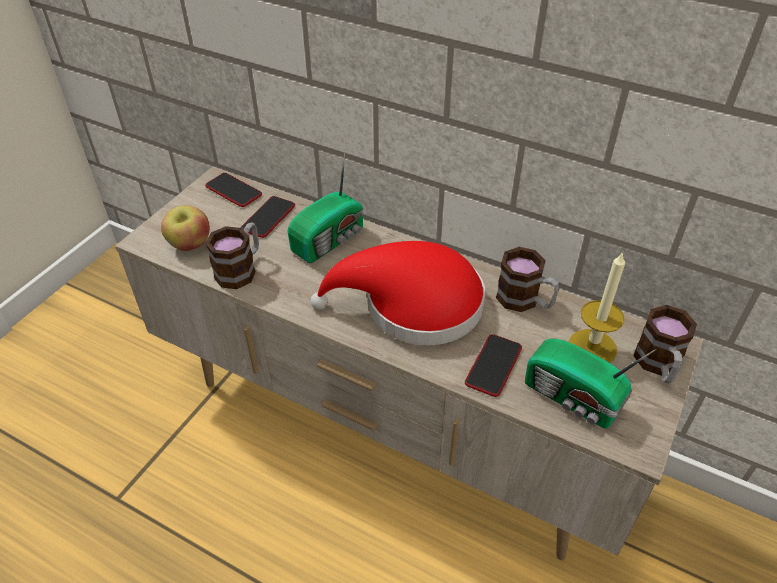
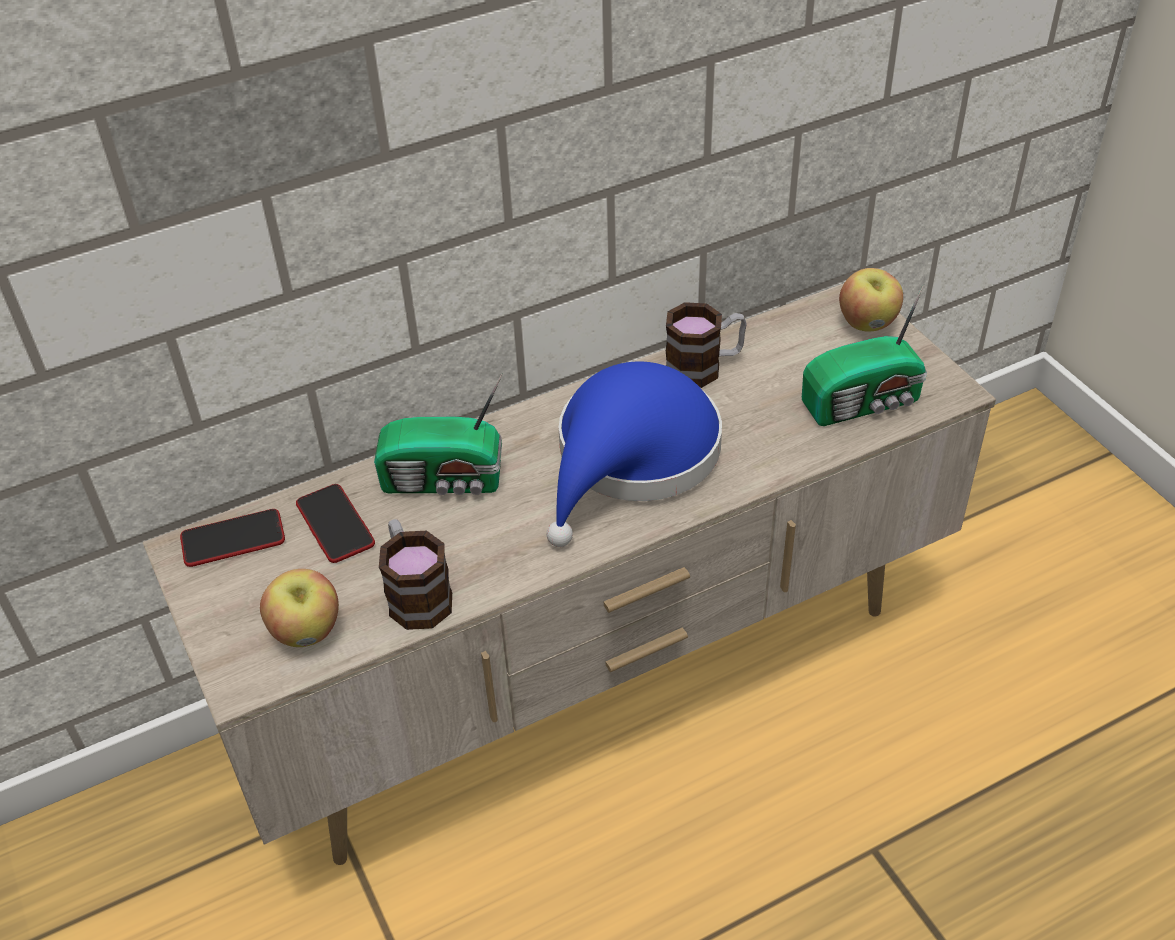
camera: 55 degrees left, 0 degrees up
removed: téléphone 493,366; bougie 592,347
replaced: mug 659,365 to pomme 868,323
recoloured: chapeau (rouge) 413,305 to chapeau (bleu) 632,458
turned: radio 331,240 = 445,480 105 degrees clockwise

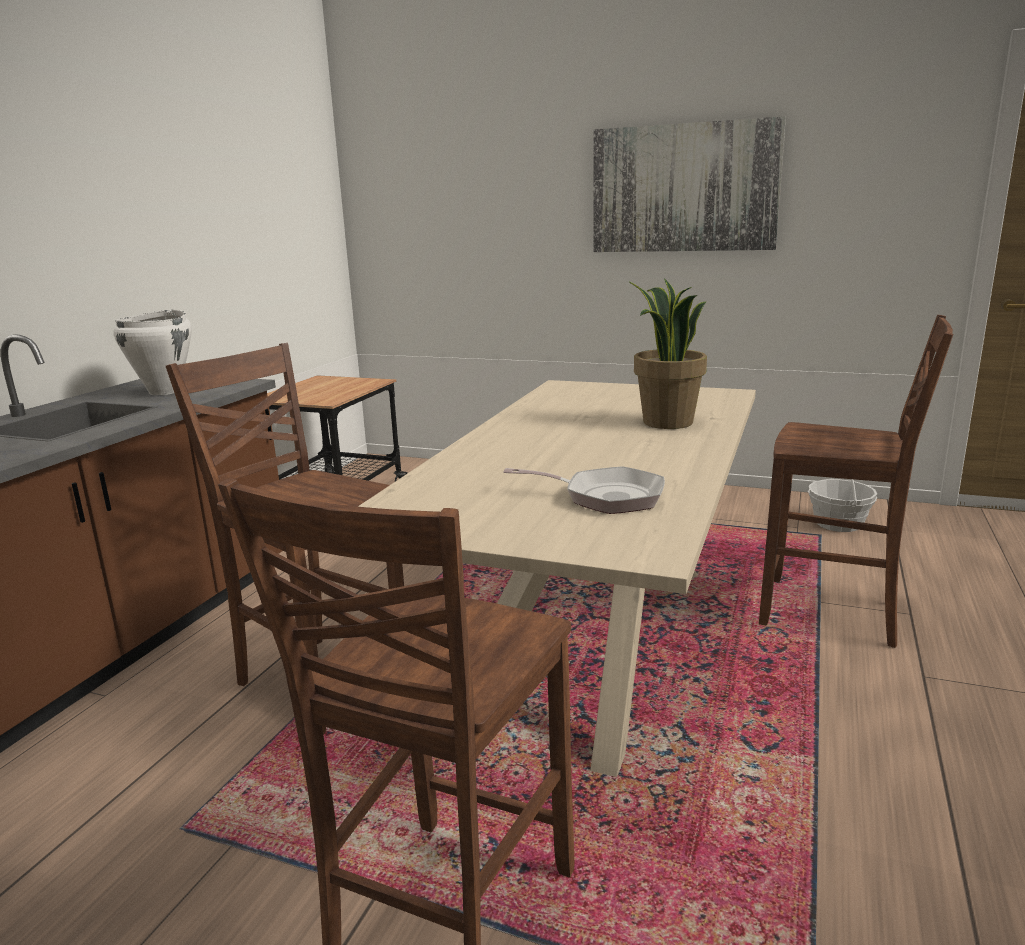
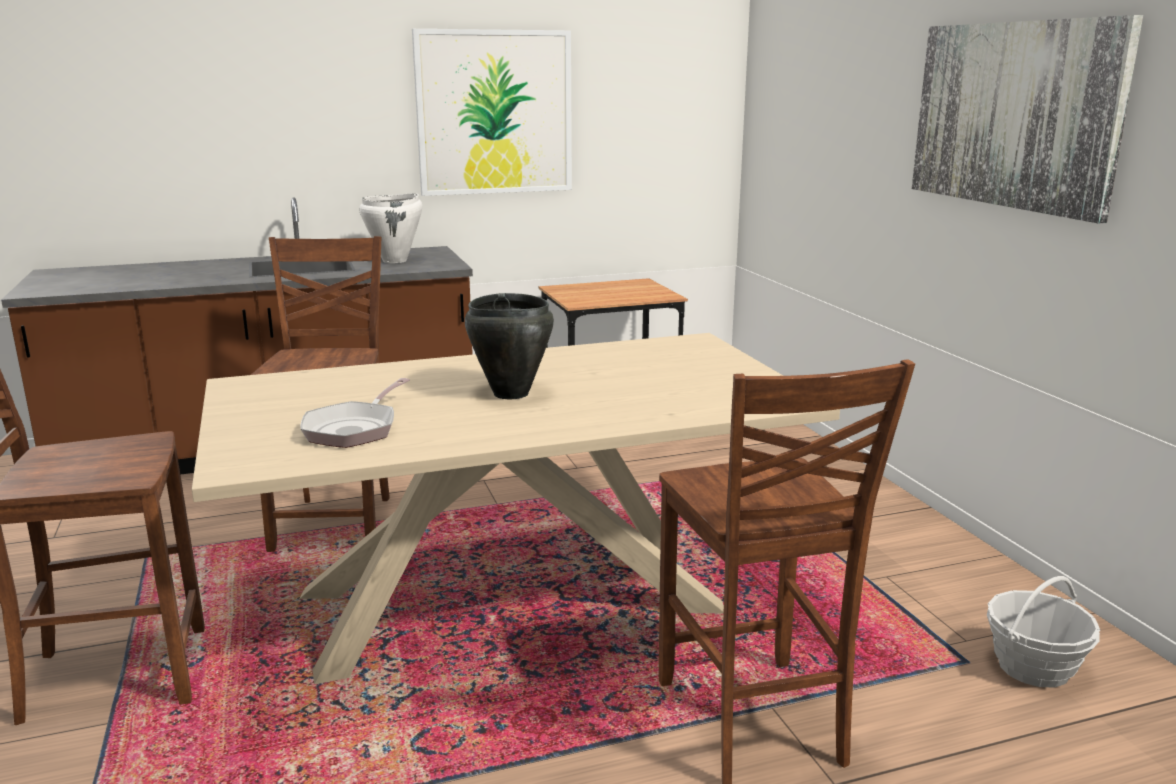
camera: 50 degrees right, 0 degrees up
removed: plante en pot 666,422
added: tableau 494,113; marmite (noir) 510,394
turned: poêle 605,497 = 355,429 45 degrees clockwise

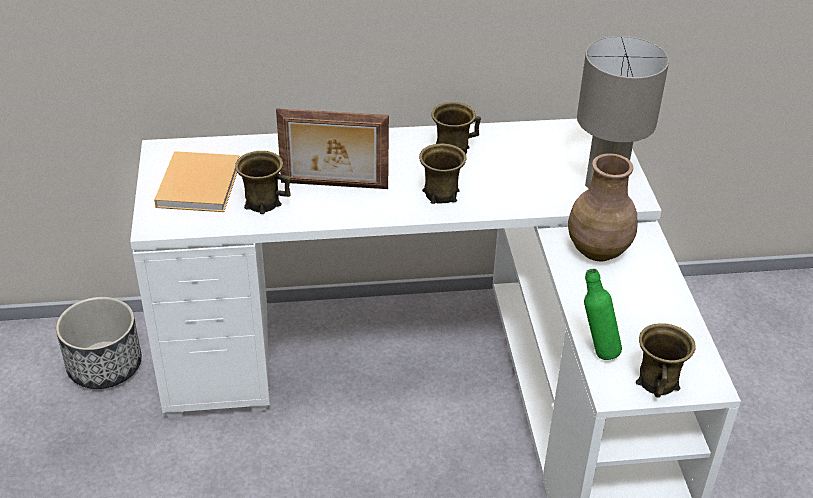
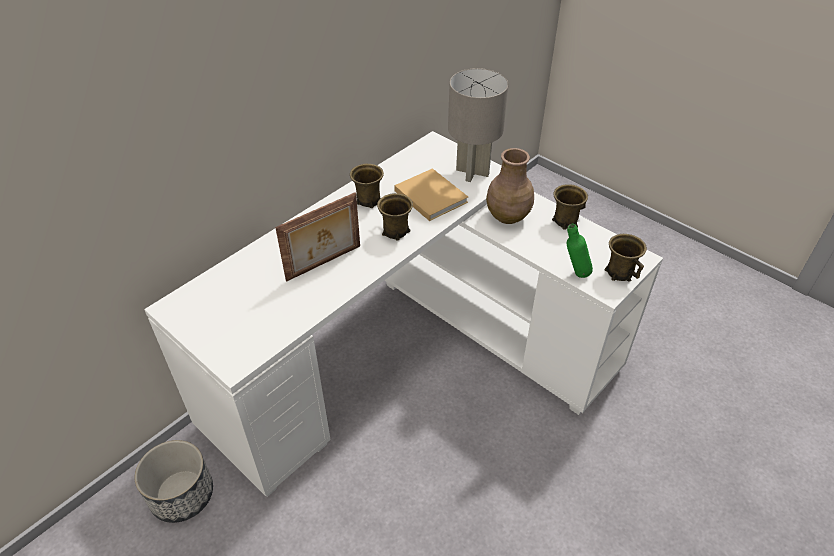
camera: 40 degrees left, 5 degrees up
moved: livre (beige) 199,183 to 429,195; mug (marron) 262,202 to 565,221

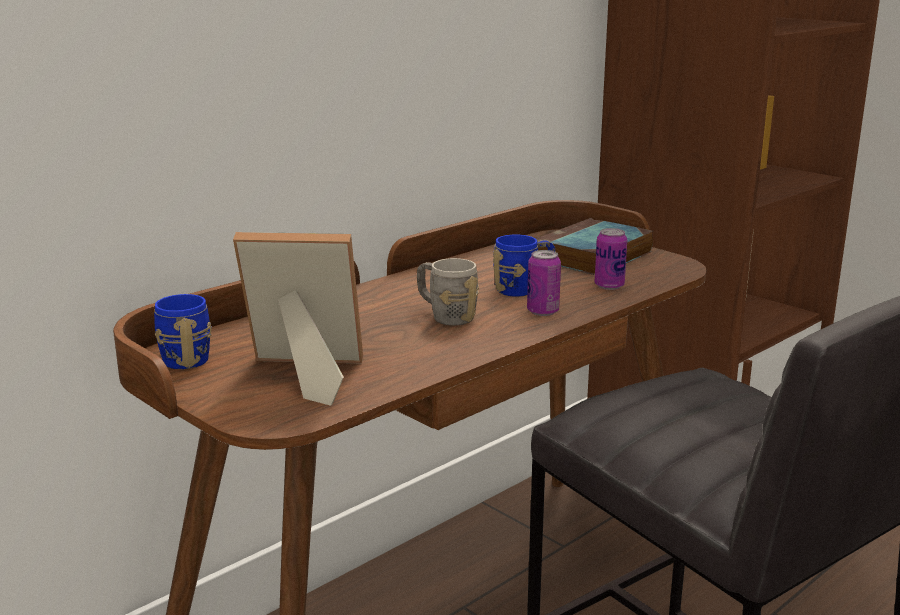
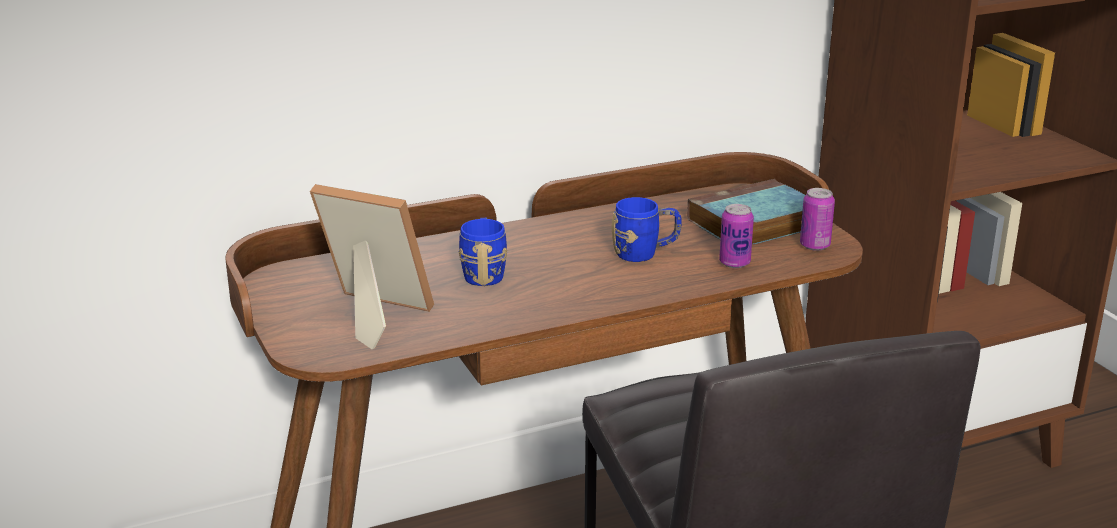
camera: 20 degrees right, 5 degrees up
removed: mug (gris) 446,316
moved: mug (bleu) 184,356 to 484,273; boîte métallique 542,311 to 815,245

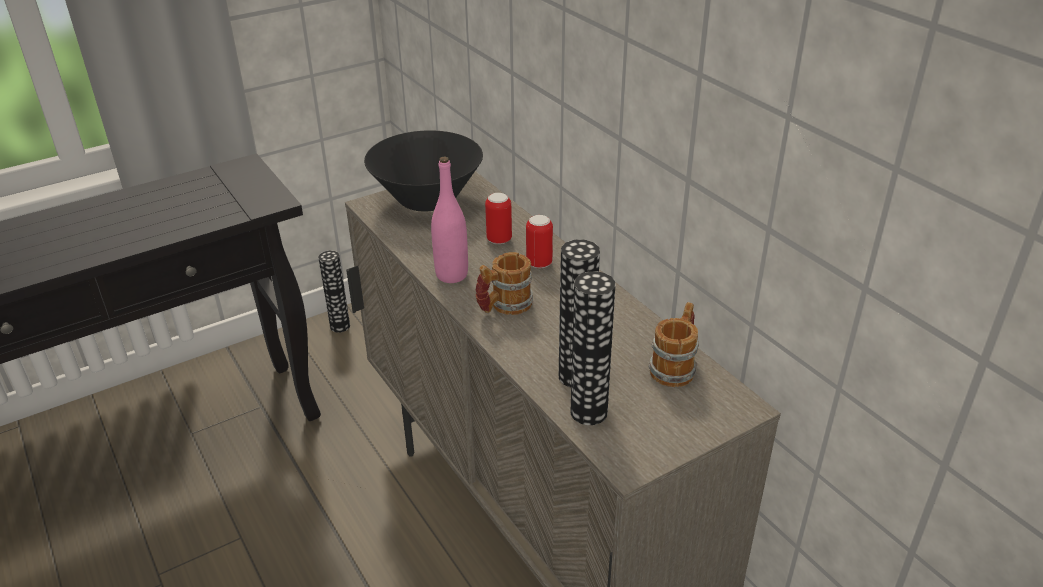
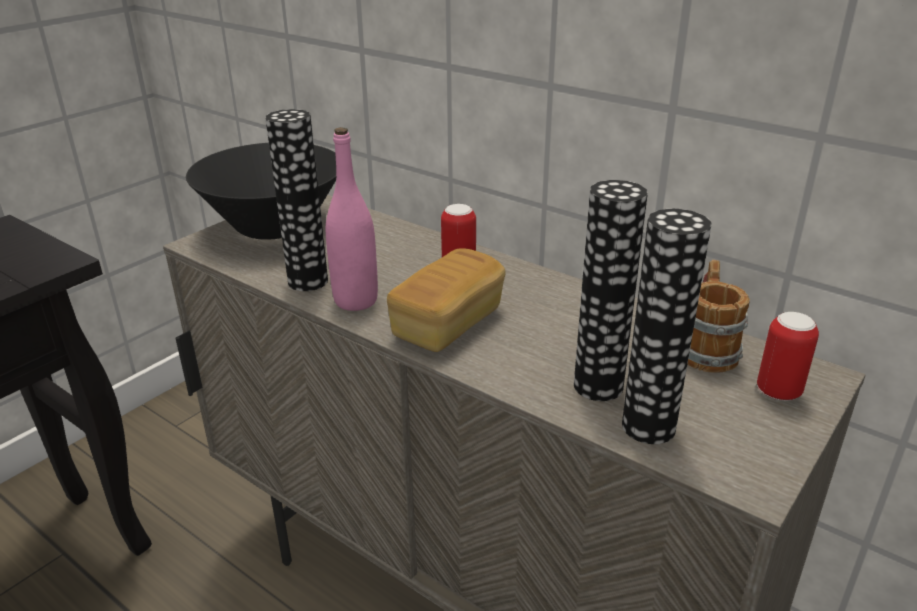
camera: 20 degrees left, 5 degrees down
moved: vase 340,326 to 308,281; boîte métallique 499,240 to 778,392
replaced: mug 504,306 to pain 448,323

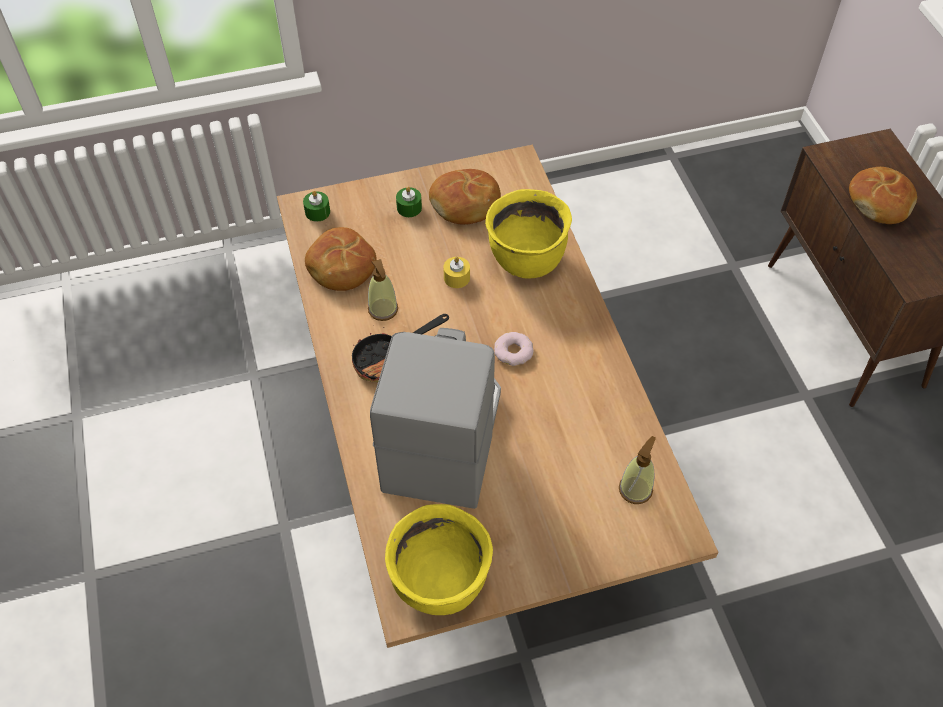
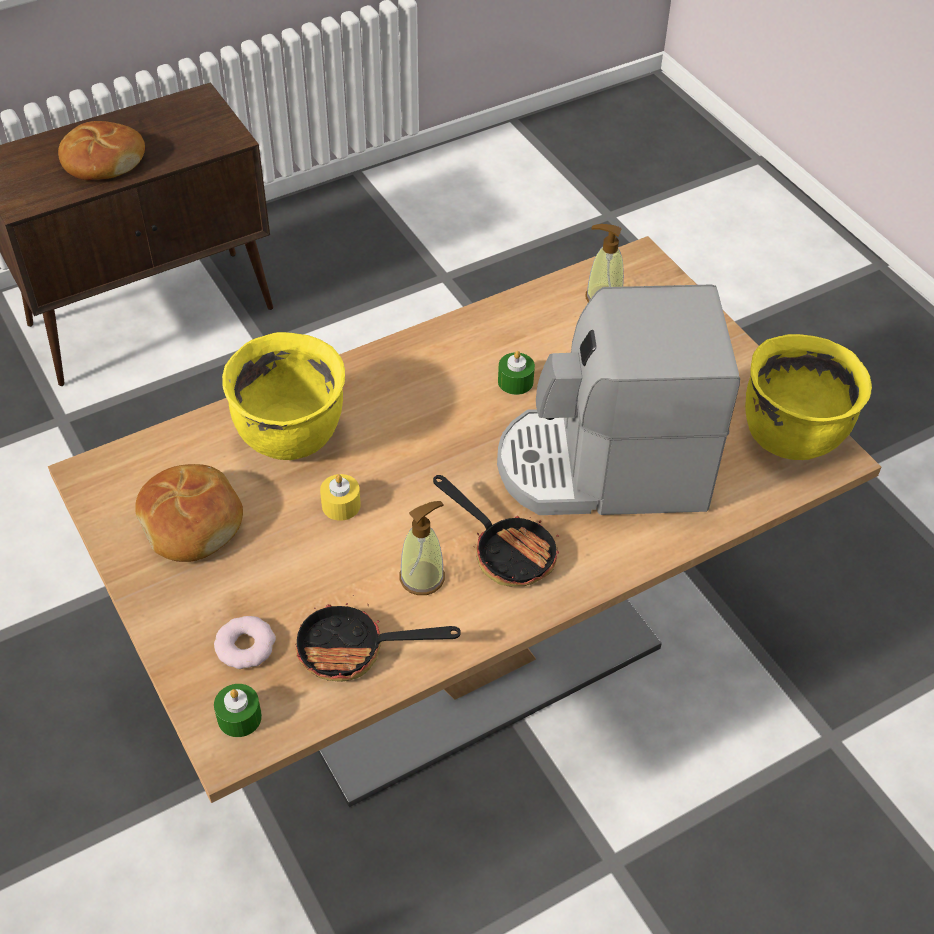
camera: 105 degrees left, 5 degrees down
moved: bougie (vert) 409,208 to 515,381; beignet 513,351 to 245,646
replaced: pain 341,267 to poêle 354,651

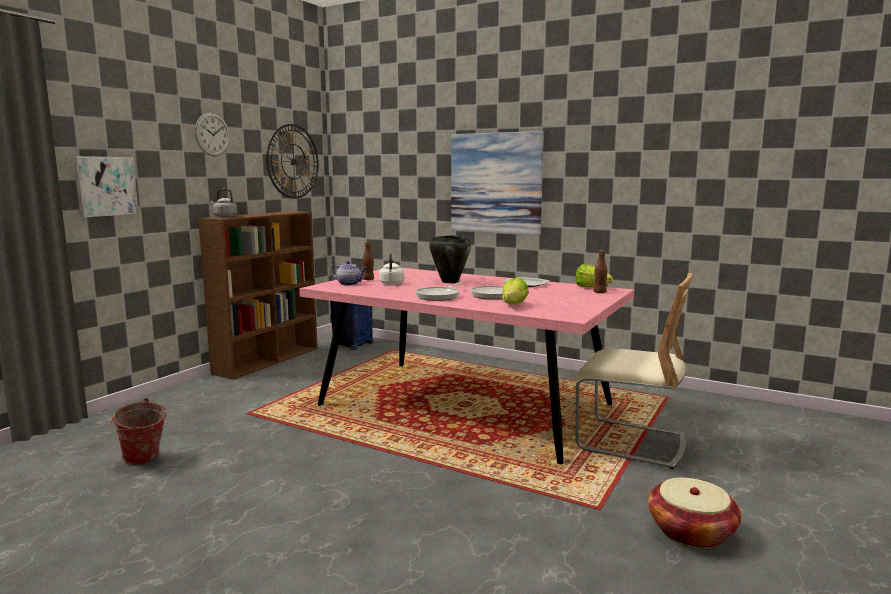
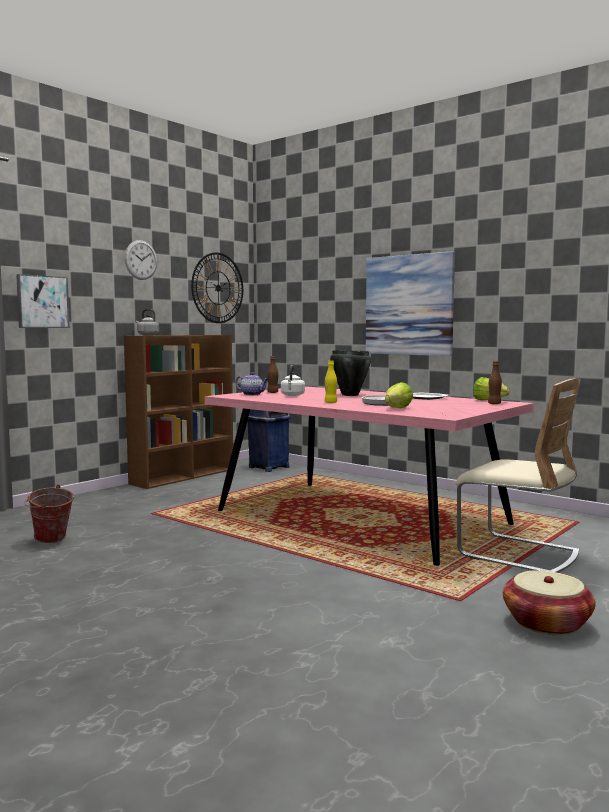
camera: 10 degrees right, 5 degrees down
replaced: poêle 439,296 to bouteille (jaune) 330,402

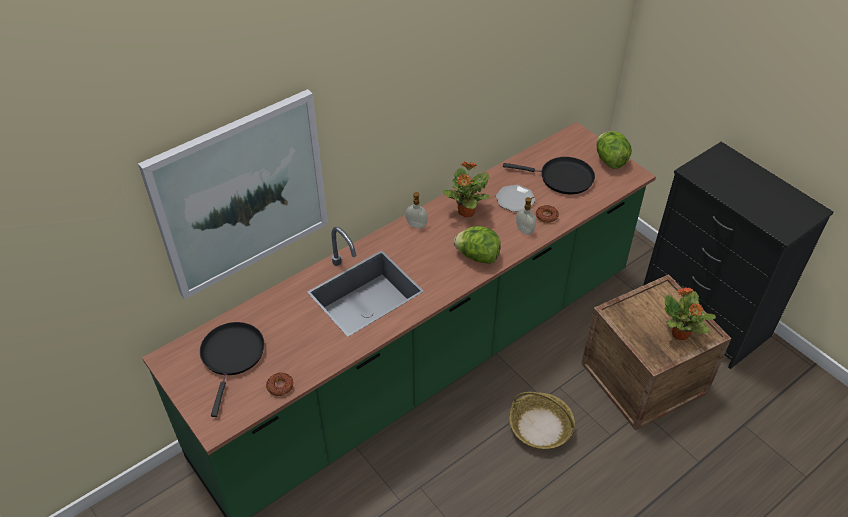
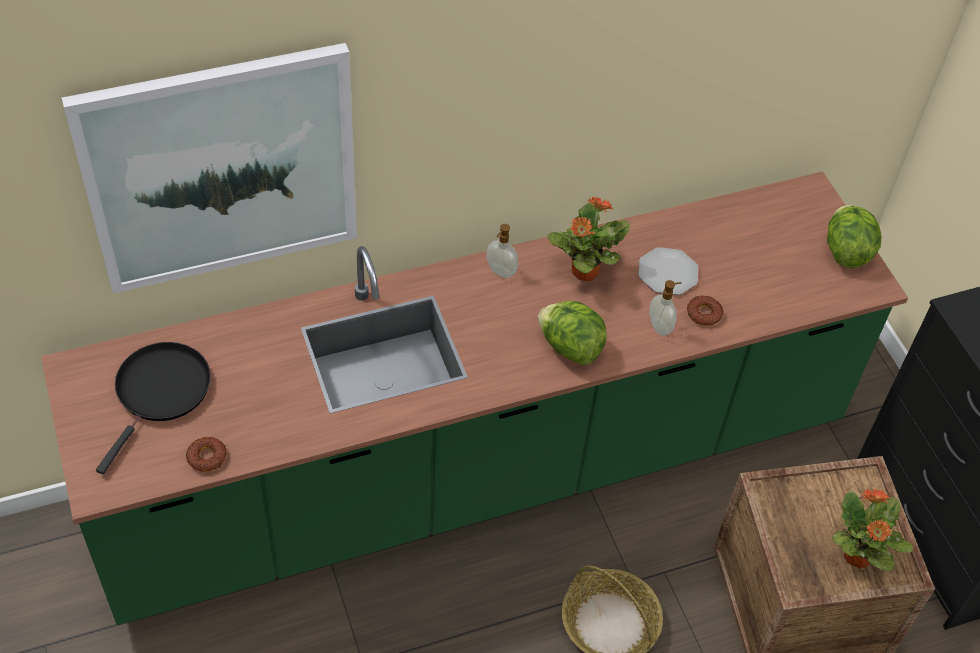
camera: 15 degrees right, 5 degrees up
removed: poêle (noir) 562,178

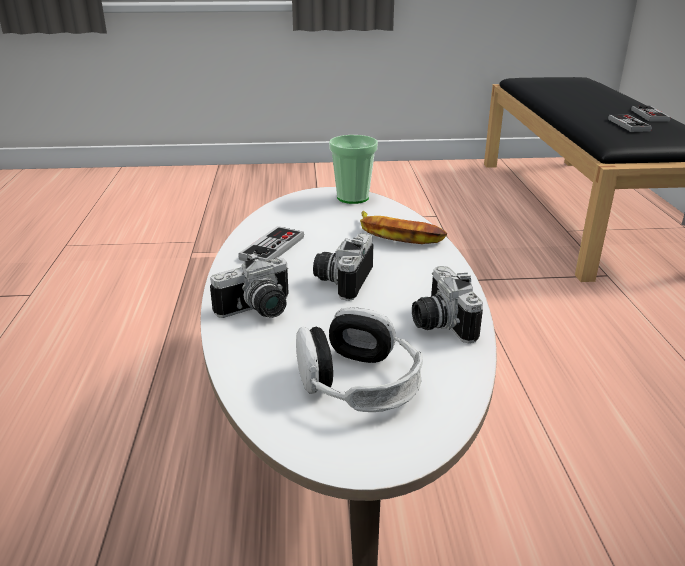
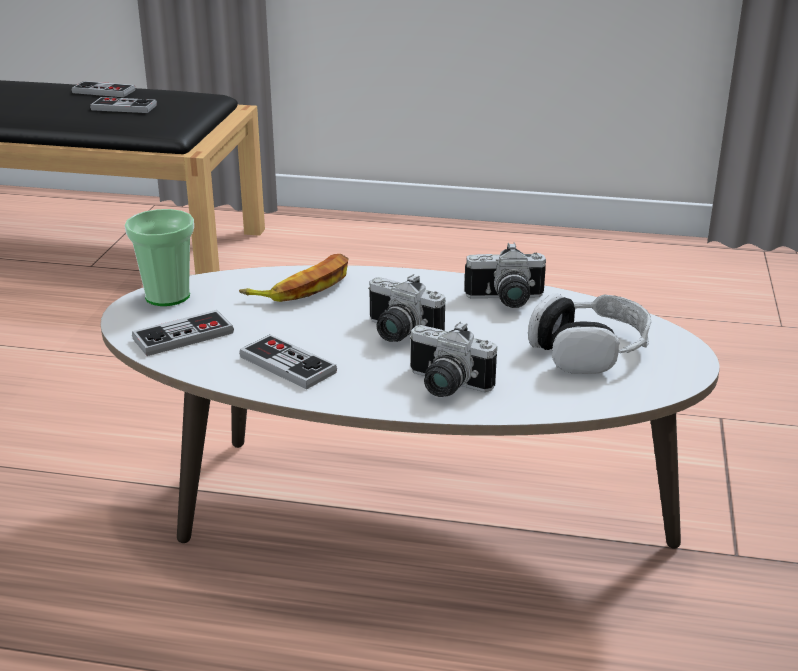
camera: 75 degrees left, 0 degrees up
added: manette 183,336
turned: appareil photo 259,311 = 444,386 135 degrees clockwise

